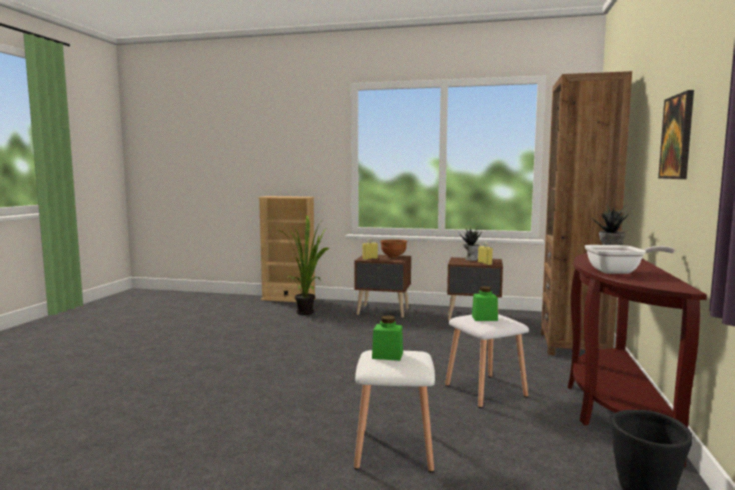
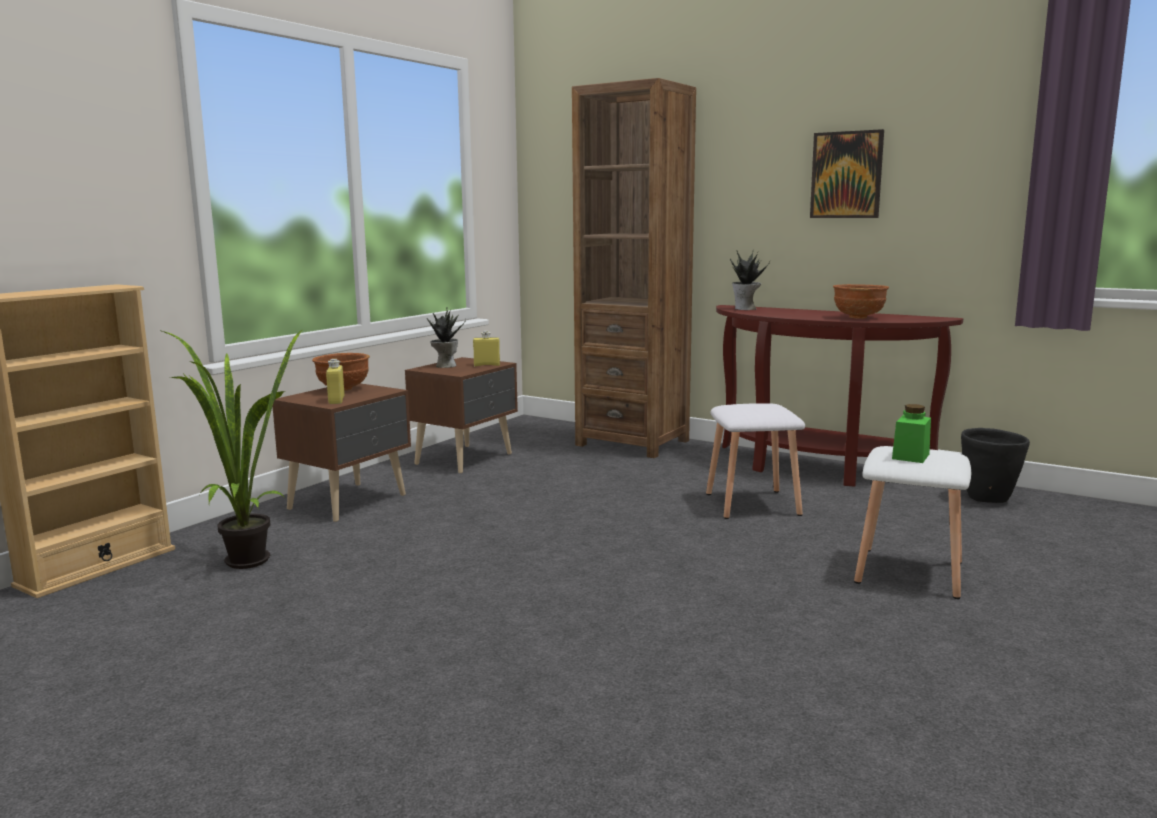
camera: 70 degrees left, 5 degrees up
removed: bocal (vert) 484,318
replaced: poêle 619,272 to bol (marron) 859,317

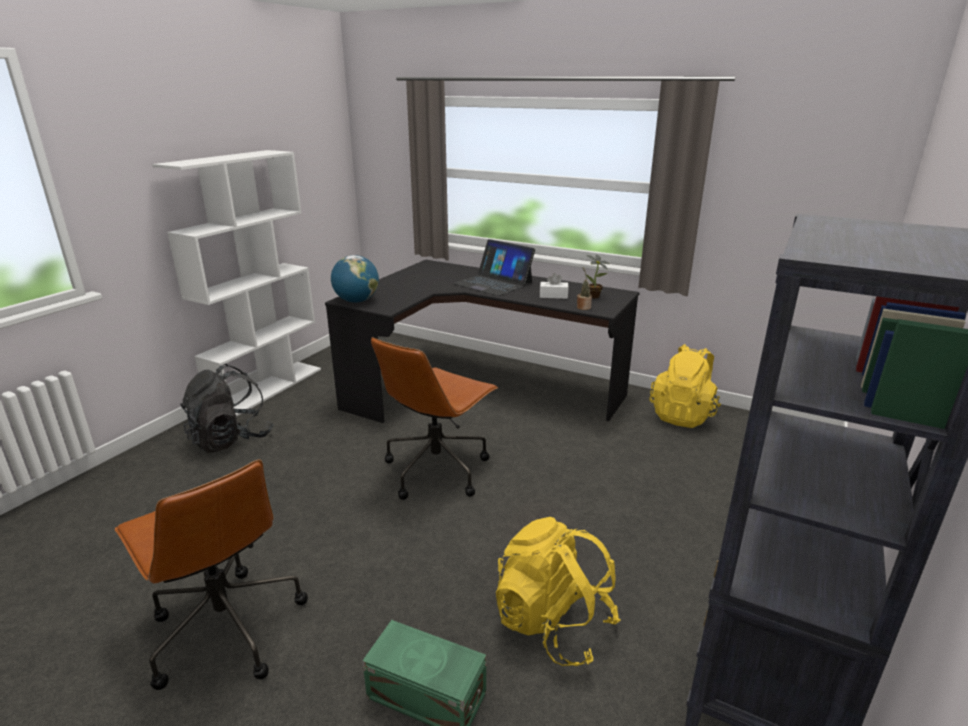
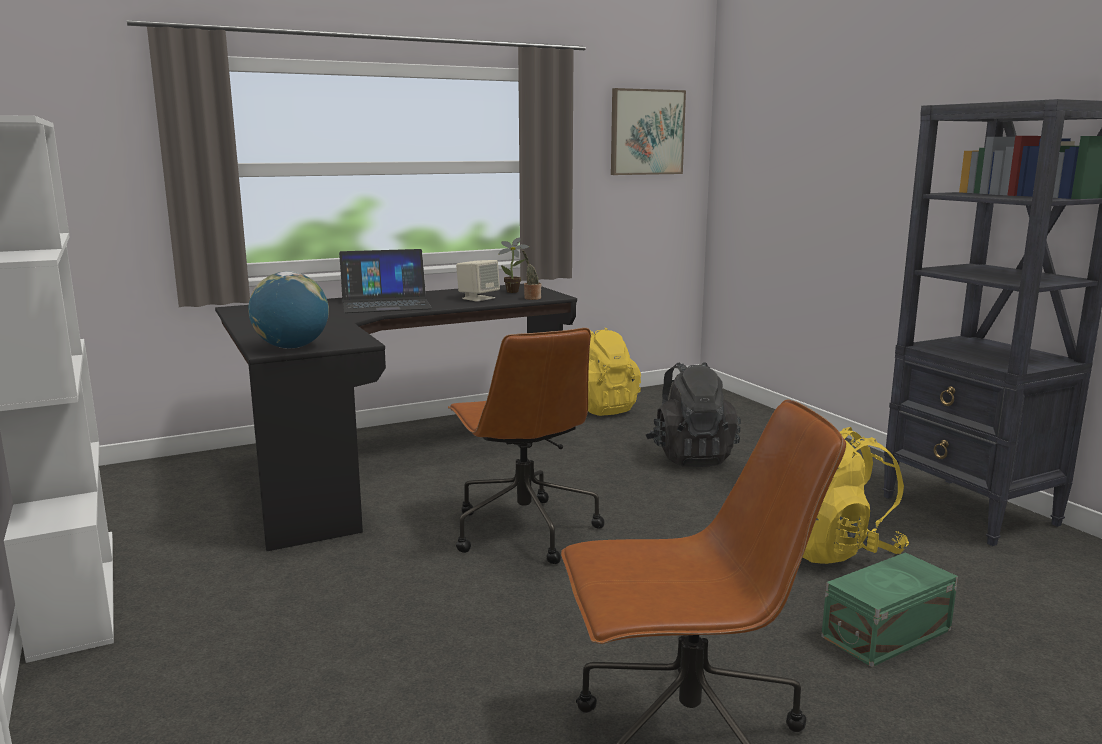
camera: 55 degrees left, 10 degrees down
added: tableau 646,132
moved: sac à dos (noir) 231,439 to 691,456
replaced: boîte à mouchoirs (blanc) 553,296 to enceinte (beige) 478,298

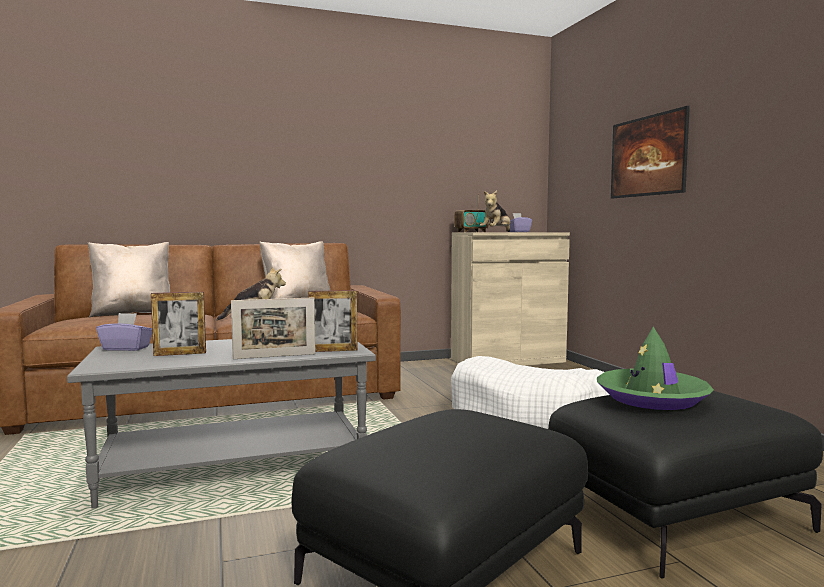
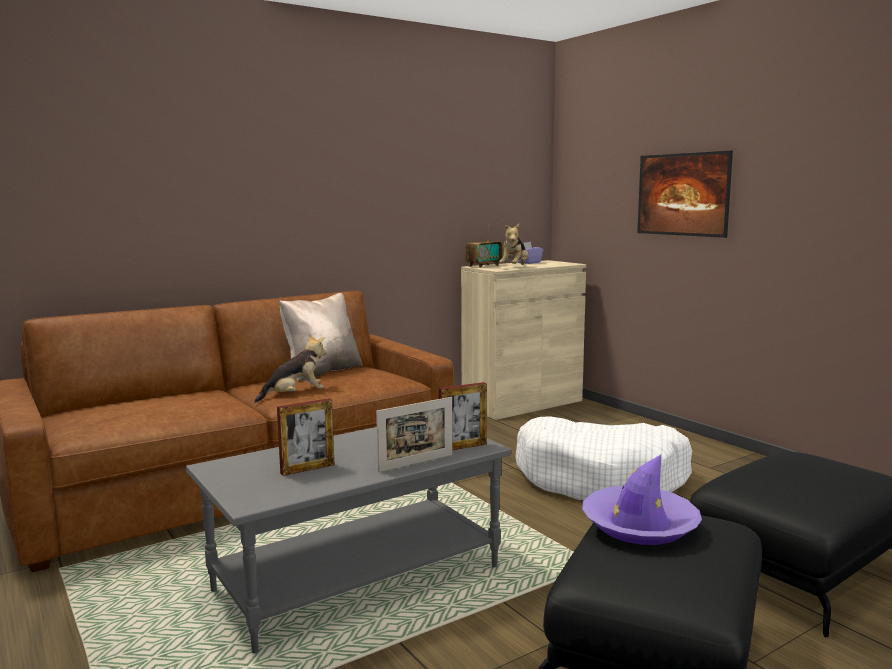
camera: 15 degrees left, 5 degrees up
removed: coussin (beige) 132,313; boîte à mouchoirs (violet) 126,348; chapeau (vert) 652,398
added: chapeau (violet) 639,525

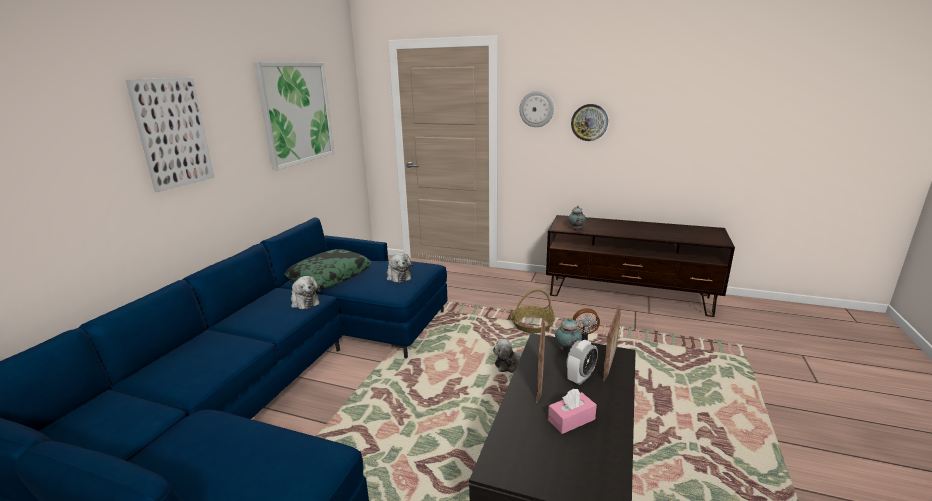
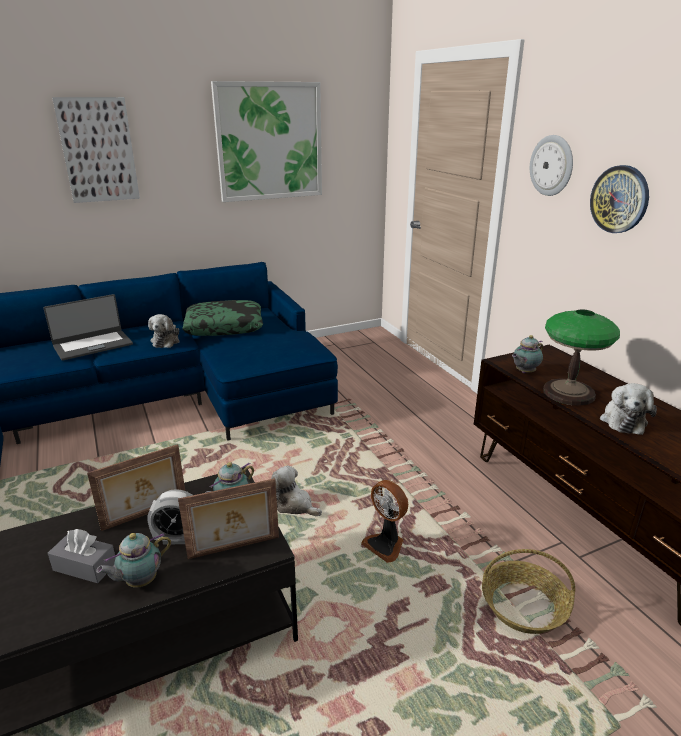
camera: 45 degrees right, 5 degrees up
added: ordinateur portable 92,345; théière 139,581; lampe de table 568,393
moved: peluche 398,276 to 623,420; panier 532,324 to 524,605
recoloured: boîte à mouchoirs (rose) 571,419 to boîte à mouchoirs (gris) 85,566

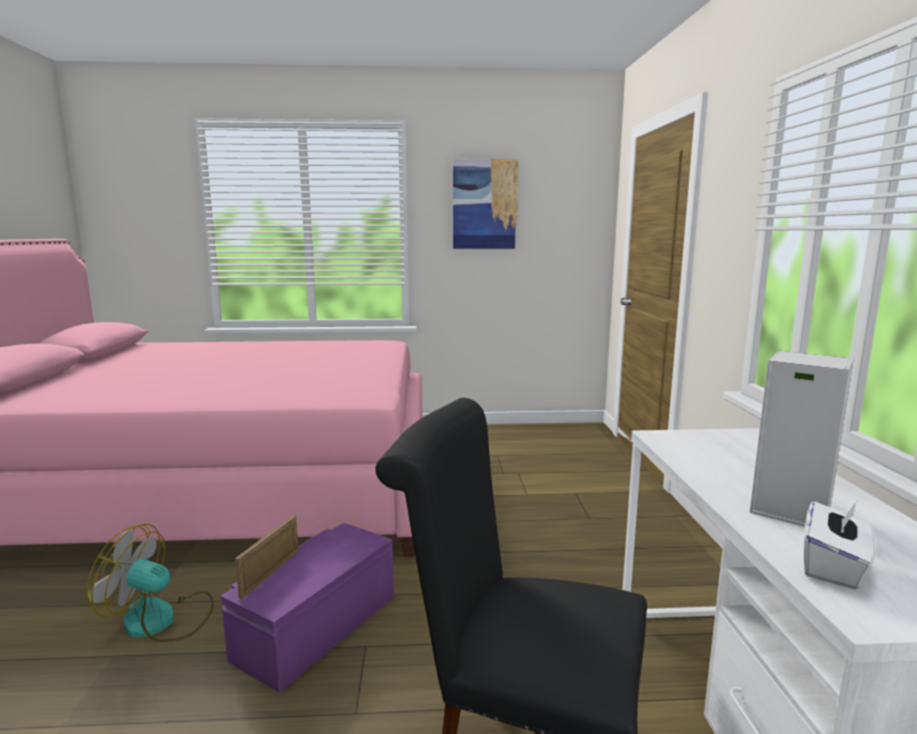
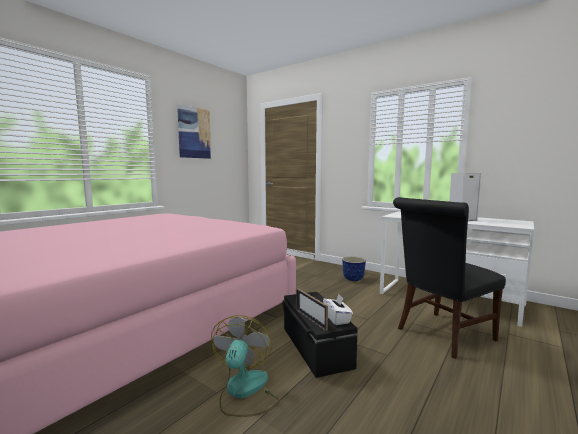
camera: 50 degrees left, 5 degrees down
added: cache-pot 353,279
moved: boîte à mouchoirs (blanc) 834,567 to 337,319
recoloured: boîte de rangement (violet) 315,626 to boîte de rangement (noir) 315,347
turned: ventilateur 161,620 = 244,392 135 degrees clockwise

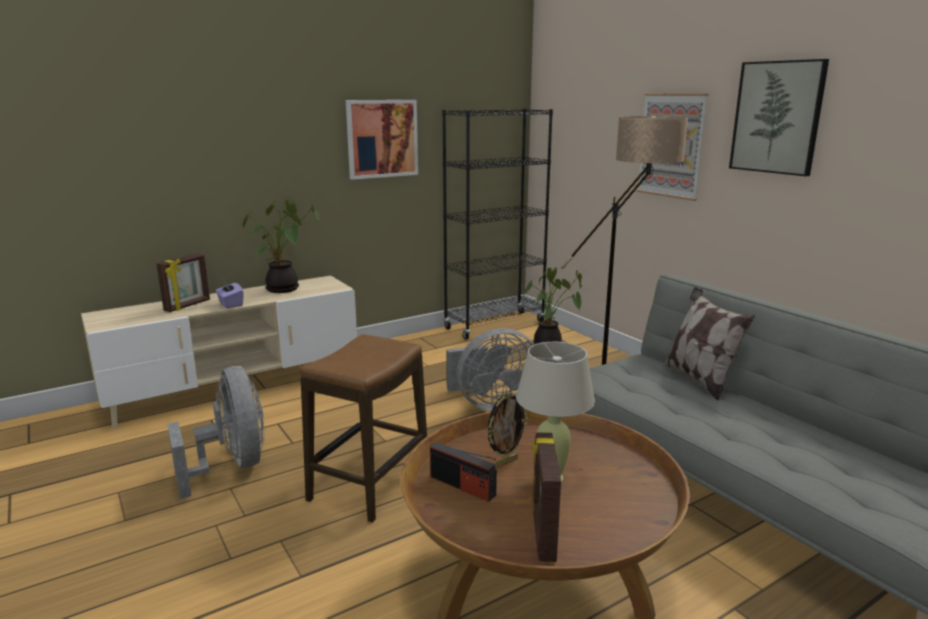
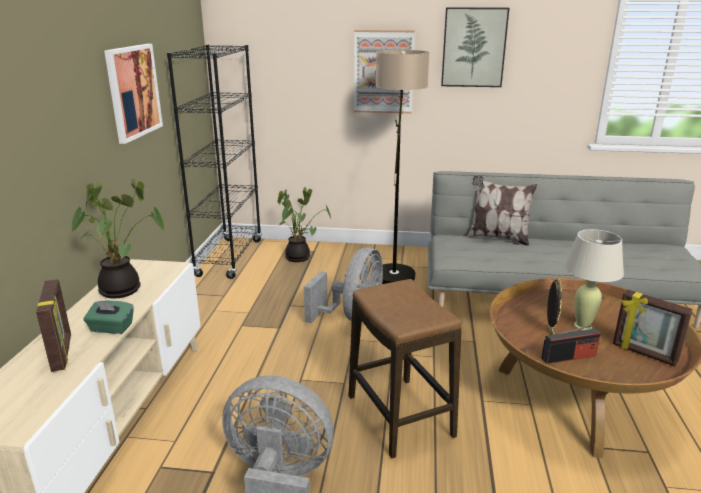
camera: 50 degrees left, 5 degrees up
recoloured: boîte à mouchoirs (violet) 230,304 to boîte à mouchoirs (vert) 111,328

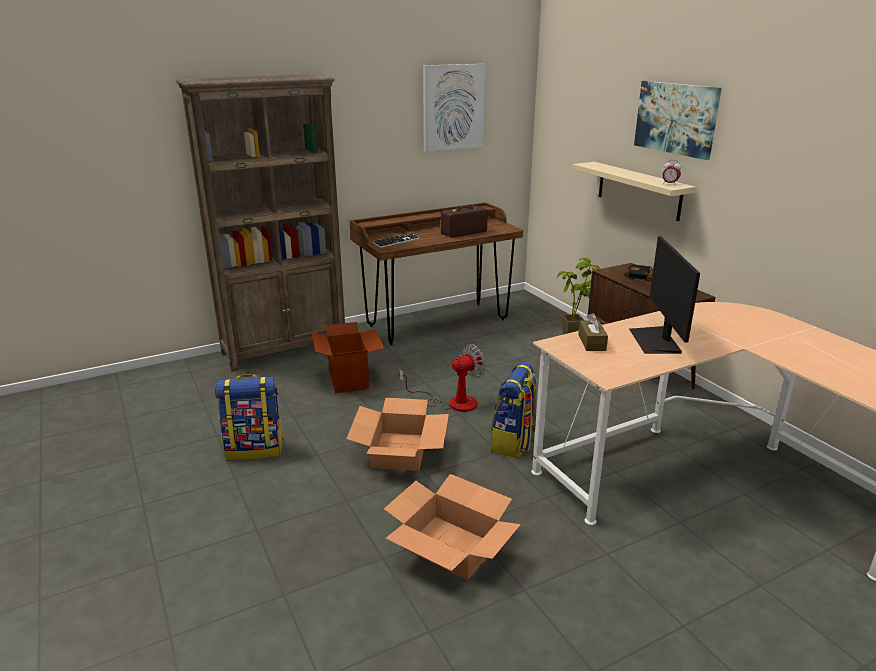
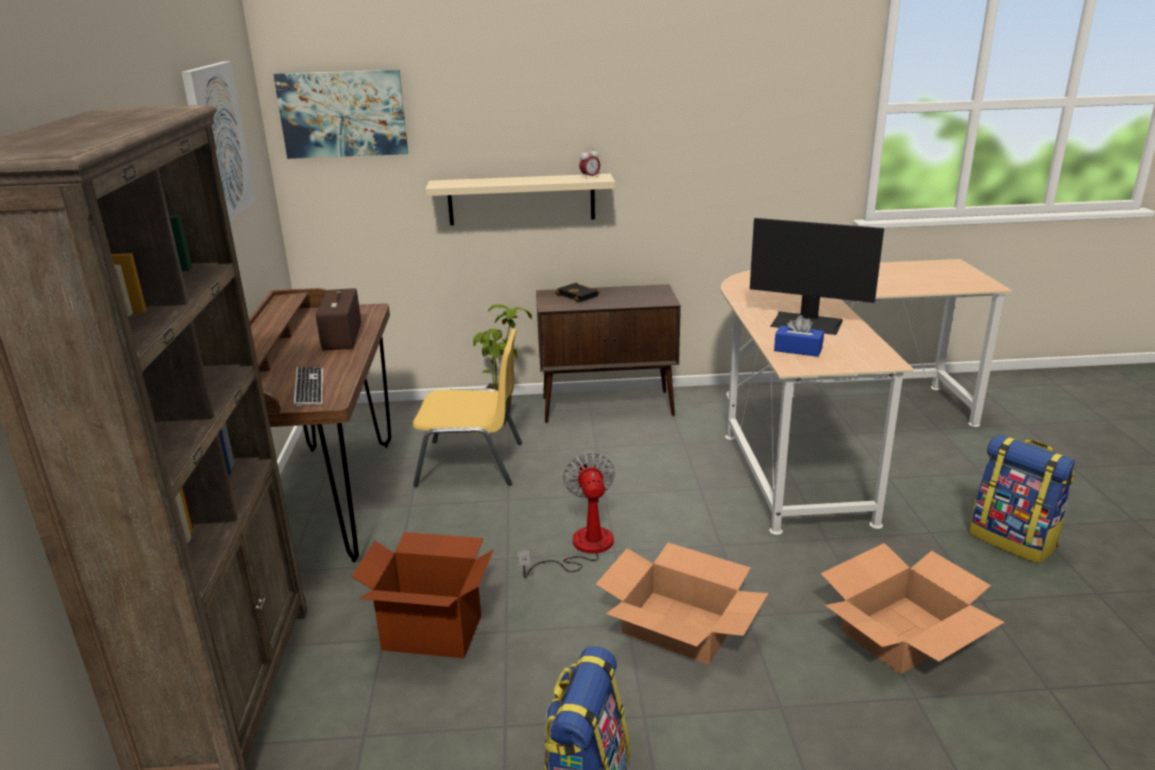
camera: 65 degrees left, 0 degrees up
added: chaise (jaune) 472,464
moved: sac à dos 514,442 to 1013,540; tableau 676,118 to 343,114
recoloured: boîte à mouchoirs (marron) 592,342 to boîte à mouchoirs (bleu) 798,349

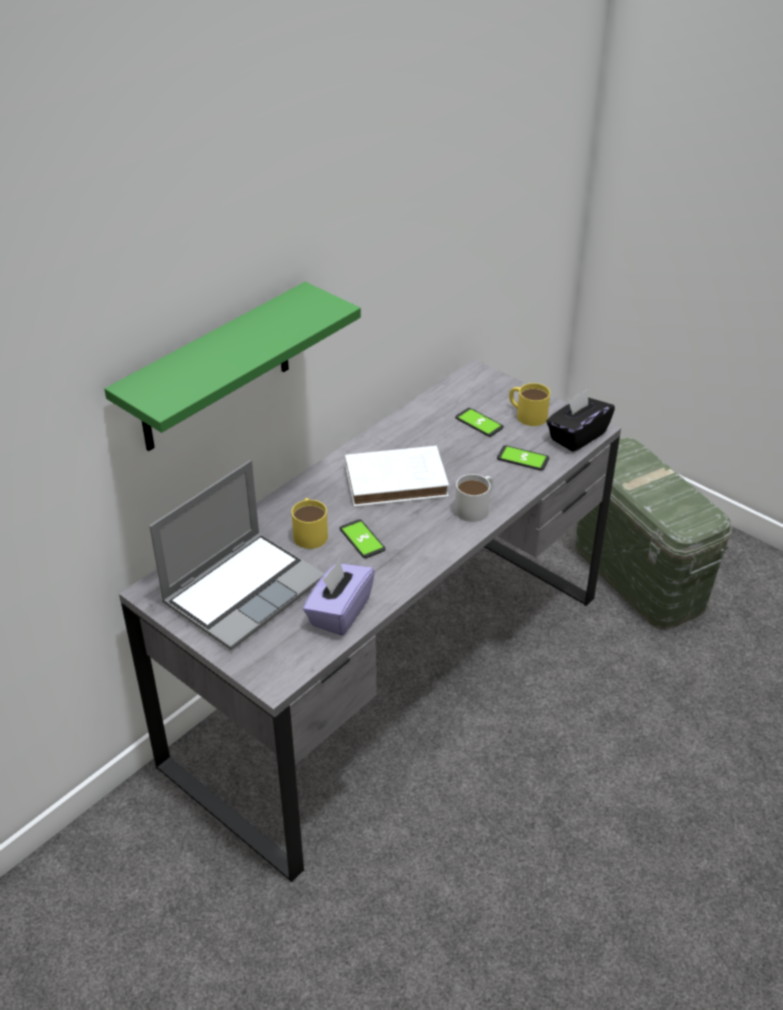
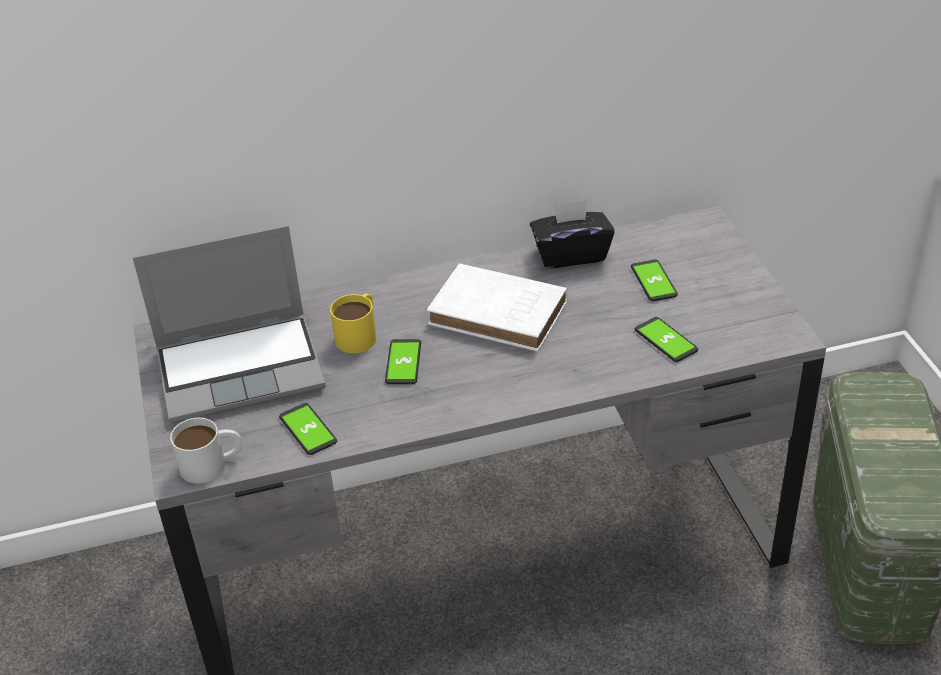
camera: 35 degrees right, 0 degrees up
removed: étagère (vert) 215,370; mug (jaune) 526,414
moved: mug (blanc) 476,507 to 212,464; boîte à mouchoirs (noir) 577,436 to 571,254
replaced: boîte à mouchoirs (violet) 339,612 to téléphone 308,430

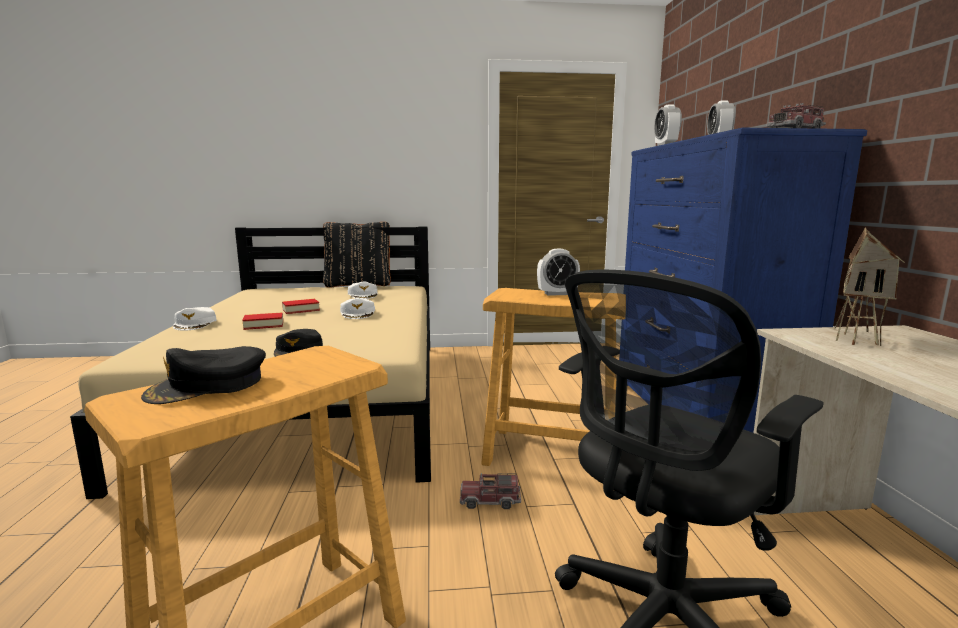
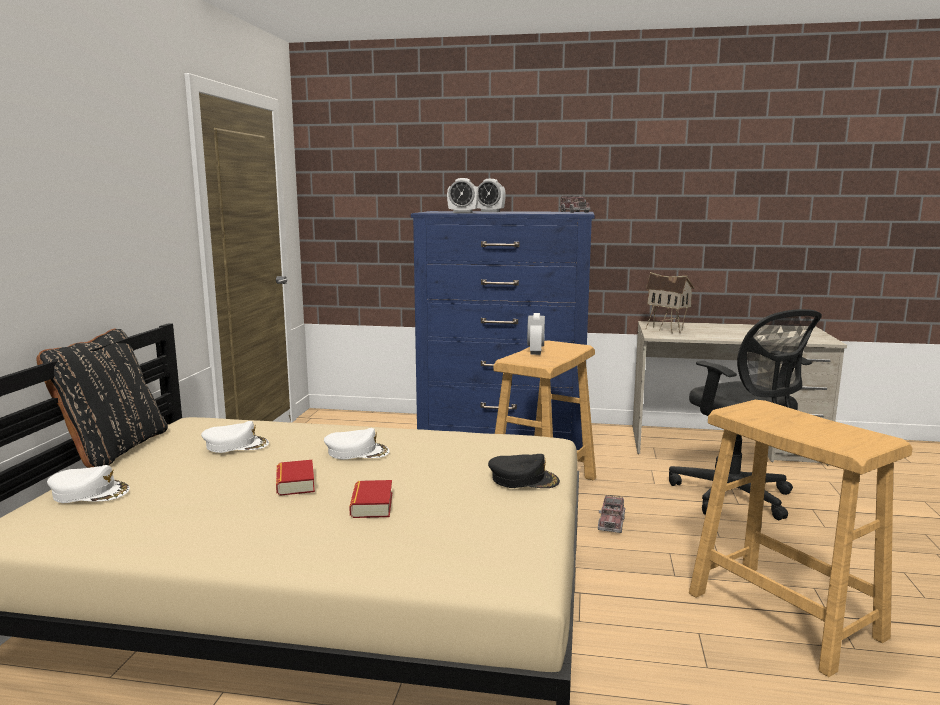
camera: 75 degrees left, 0 degrees up
removed: casquette (noir) 208,386
moved: casquette (blanc) 195,324 to 90,492

